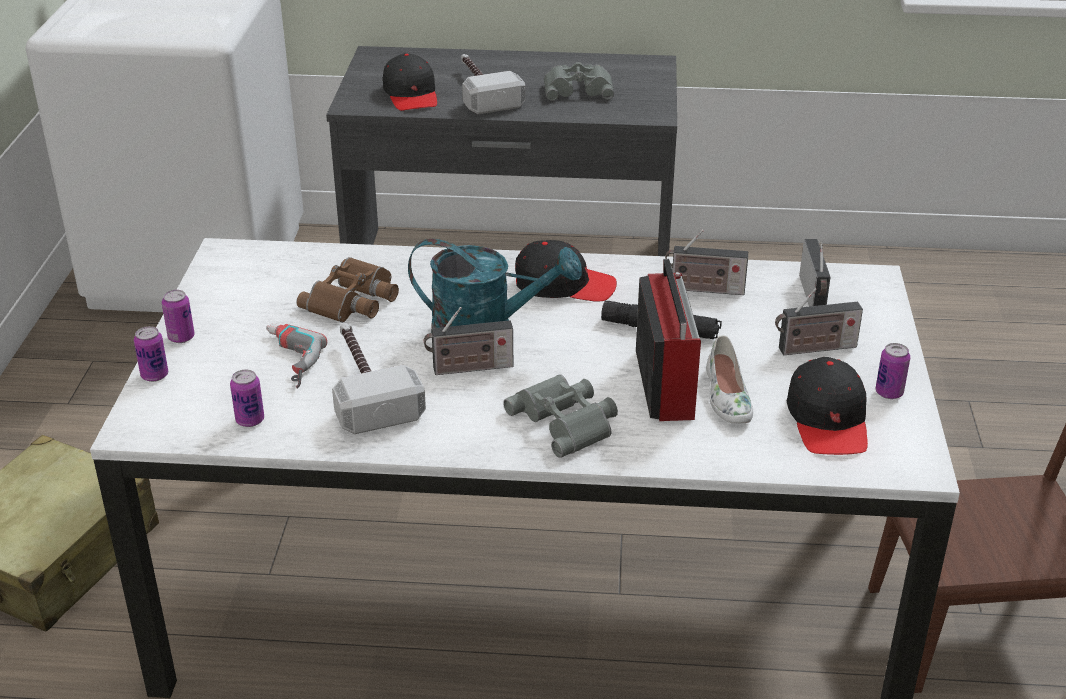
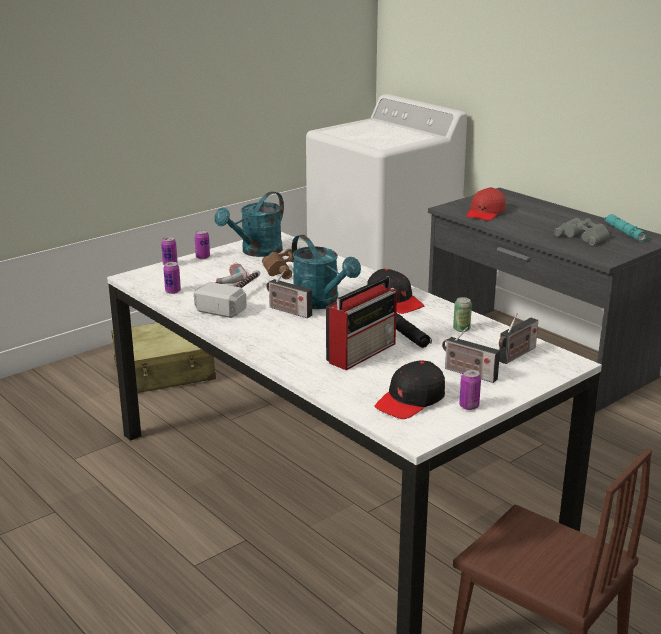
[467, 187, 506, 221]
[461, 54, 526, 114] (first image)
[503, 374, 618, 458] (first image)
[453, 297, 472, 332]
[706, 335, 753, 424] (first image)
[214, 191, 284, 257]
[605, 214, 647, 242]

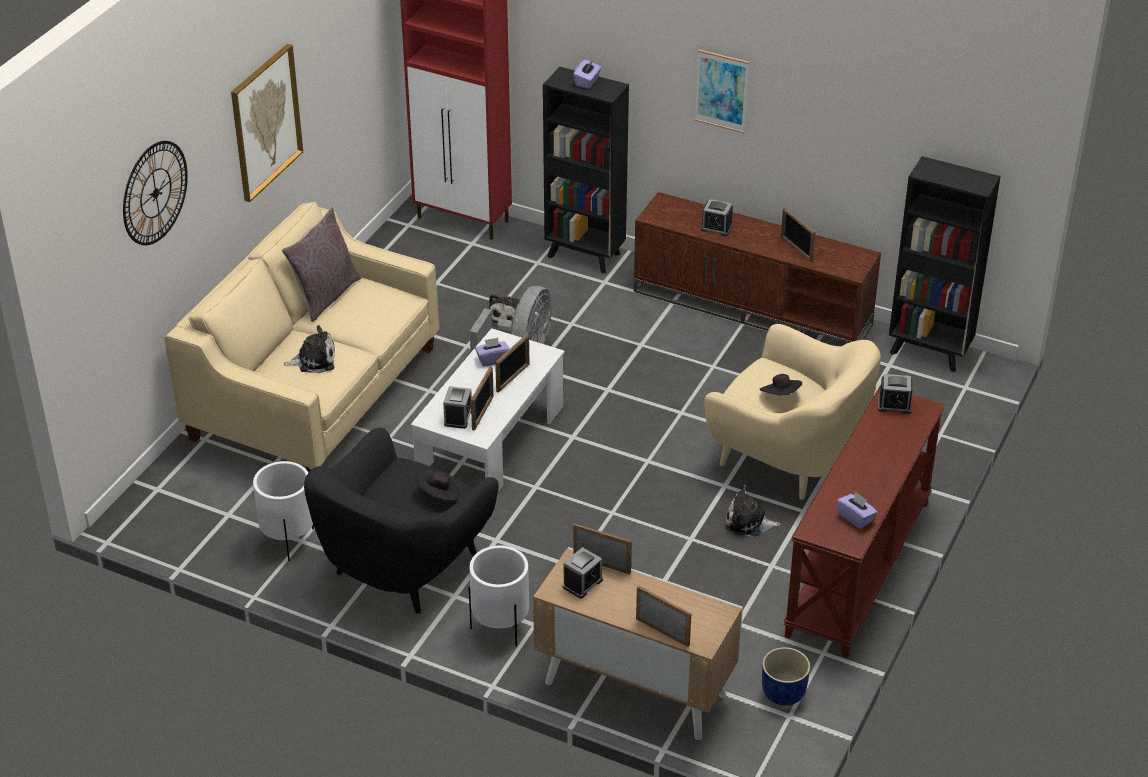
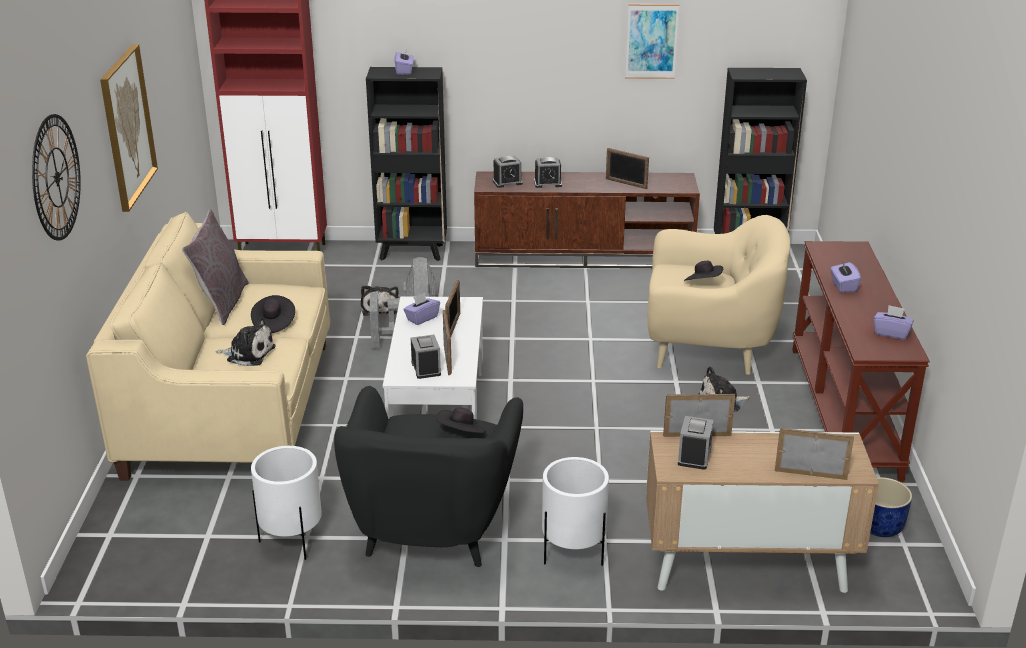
[216, 317, 275, 366]
[625, 4, 679, 79]
[493, 156, 523, 188]
[251, 295, 295, 333]
[830, 261, 861, 293]

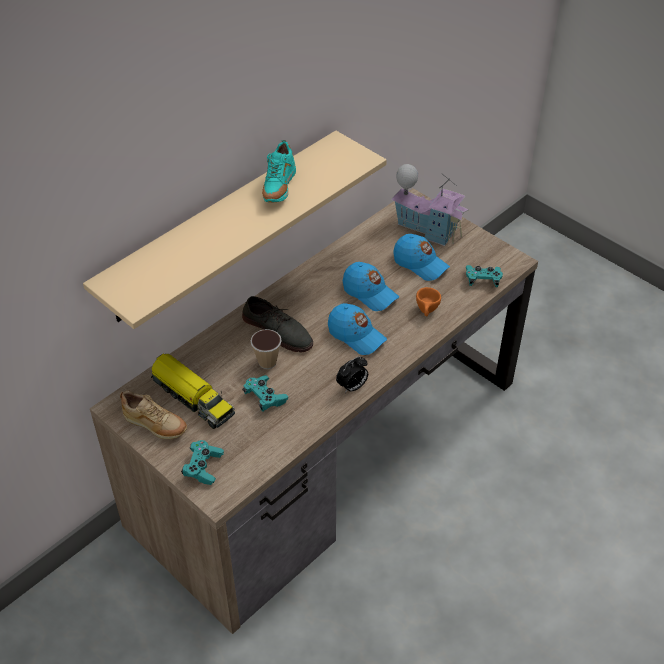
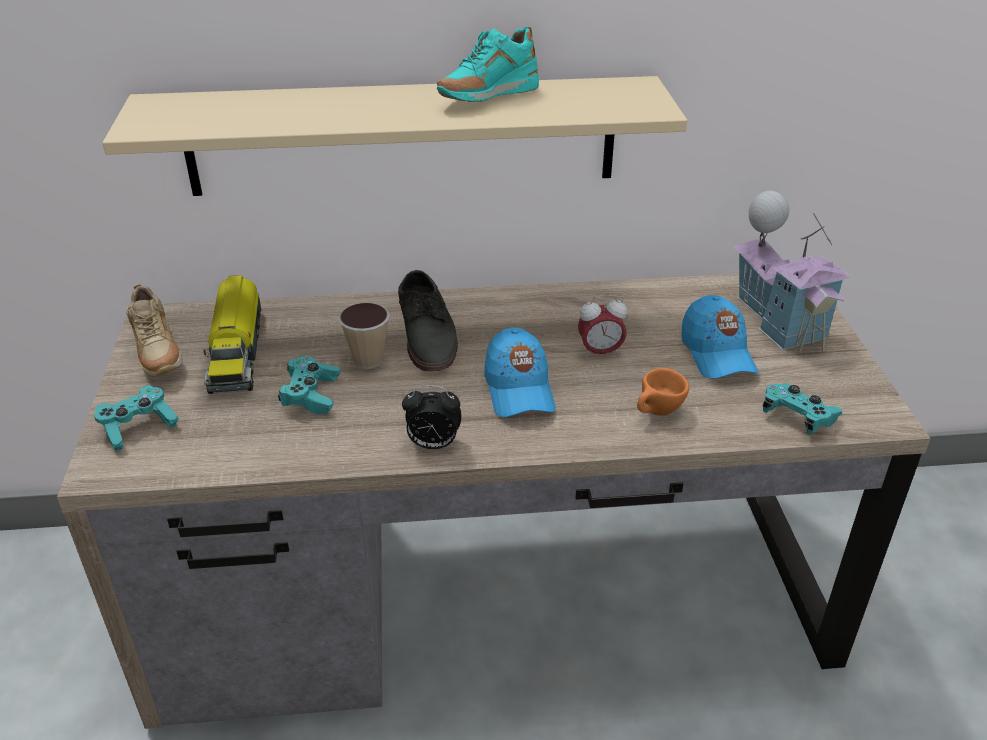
[578, 295, 627, 358]

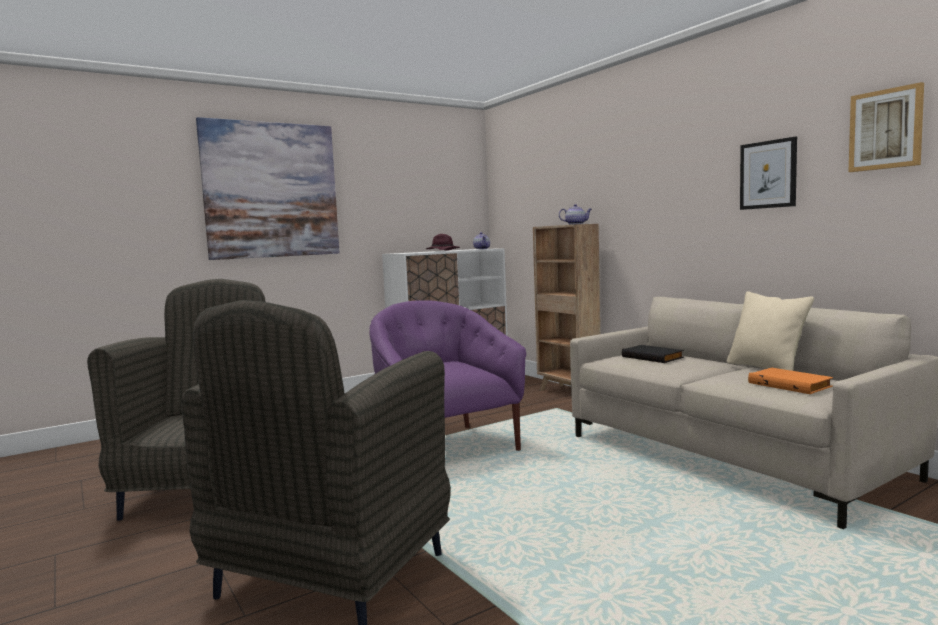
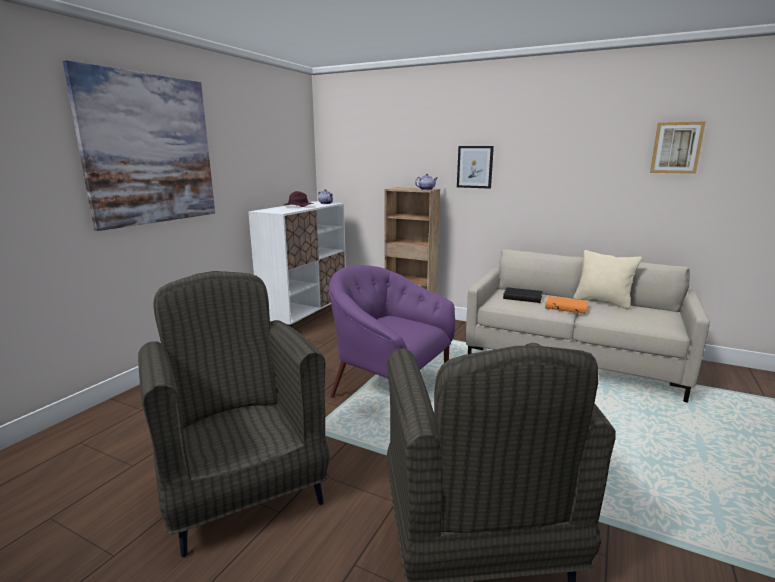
[457, 146, 494, 189]
[545, 296, 588, 314]

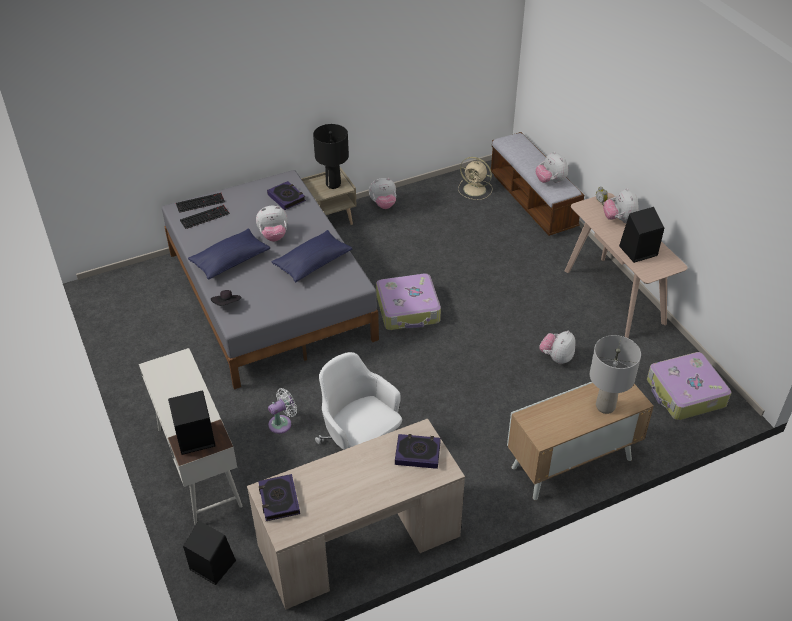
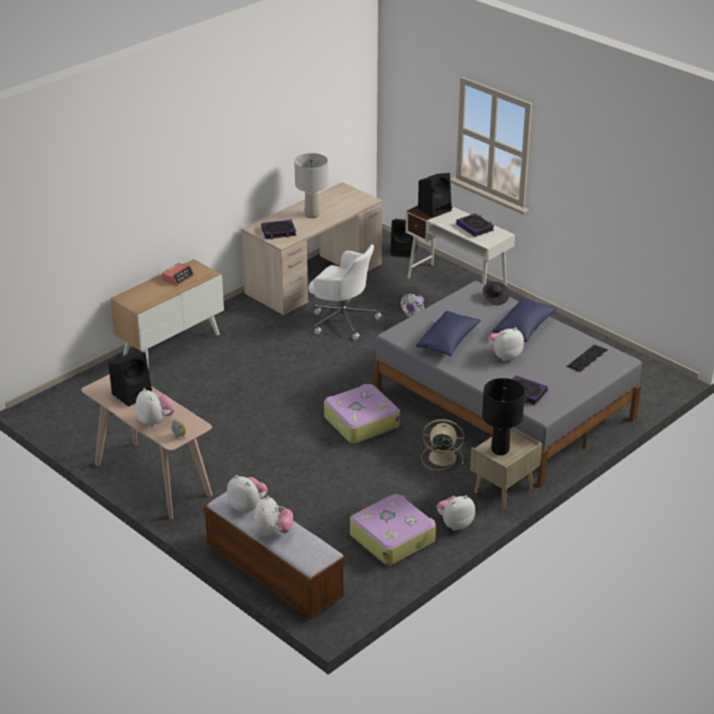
[176, 193, 225, 213] (first image)
[456, 213, 494, 237]
[421, 419, 464, 470]
[253, 495, 293, 537]
[294, 153, 328, 218]
[350, 494, 436, 565]
[162, 263, 194, 286]

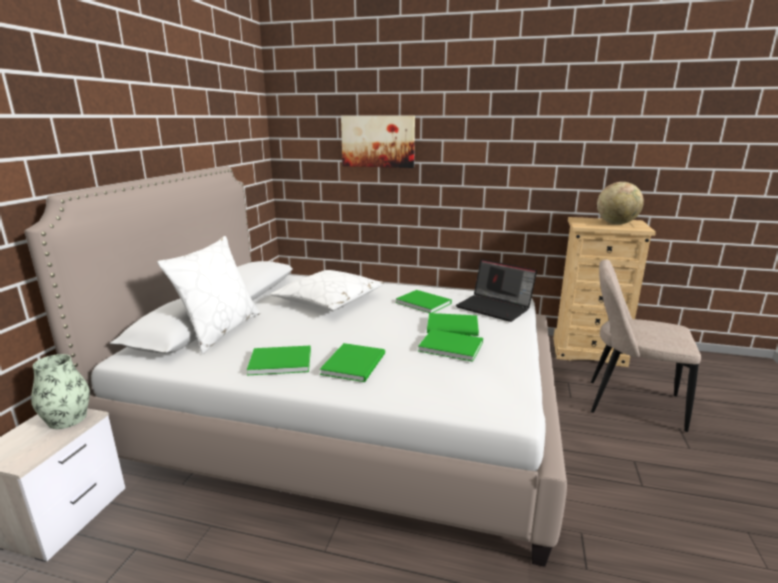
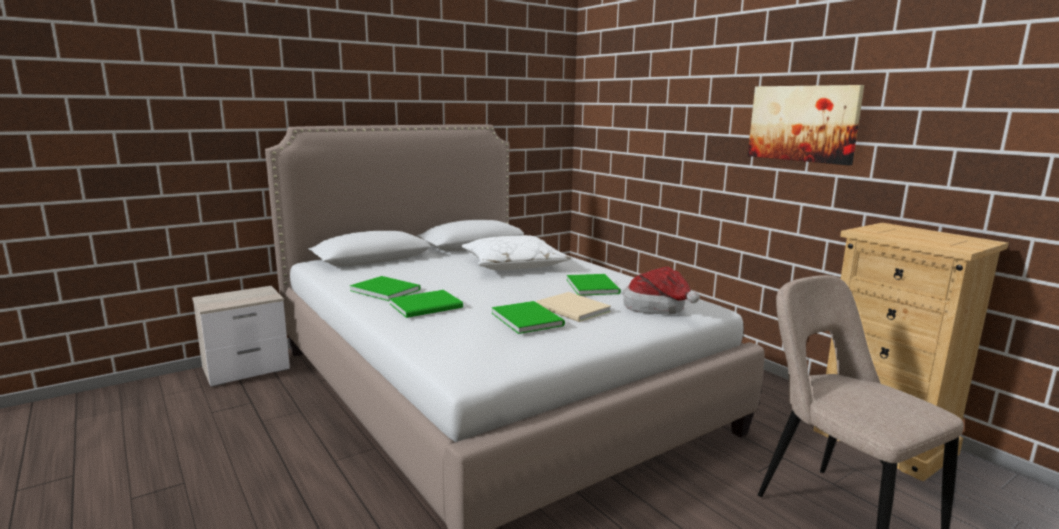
[31, 354, 90, 429] (first image)
[157, 236, 260, 354] (first image)
[748, 85, 864, 165]
[536, 292, 611, 322]
[623, 267, 700, 314]
[597, 182, 644, 224] (first image)

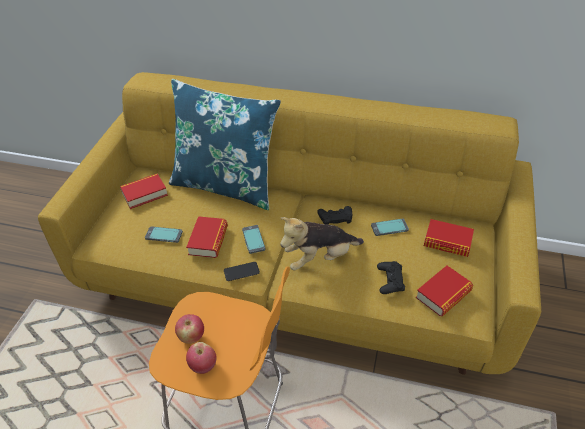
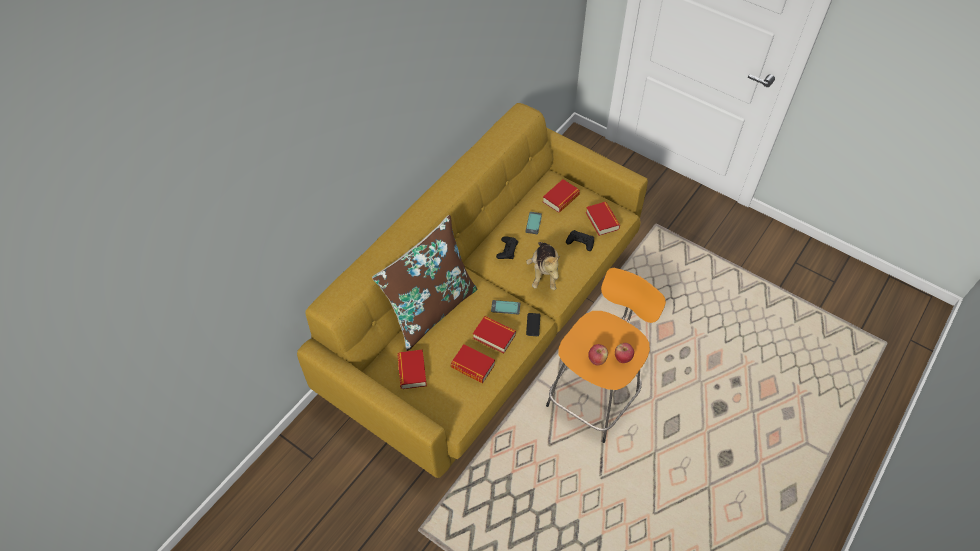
[451, 344, 495, 383]
[372, 215, 478, 351]

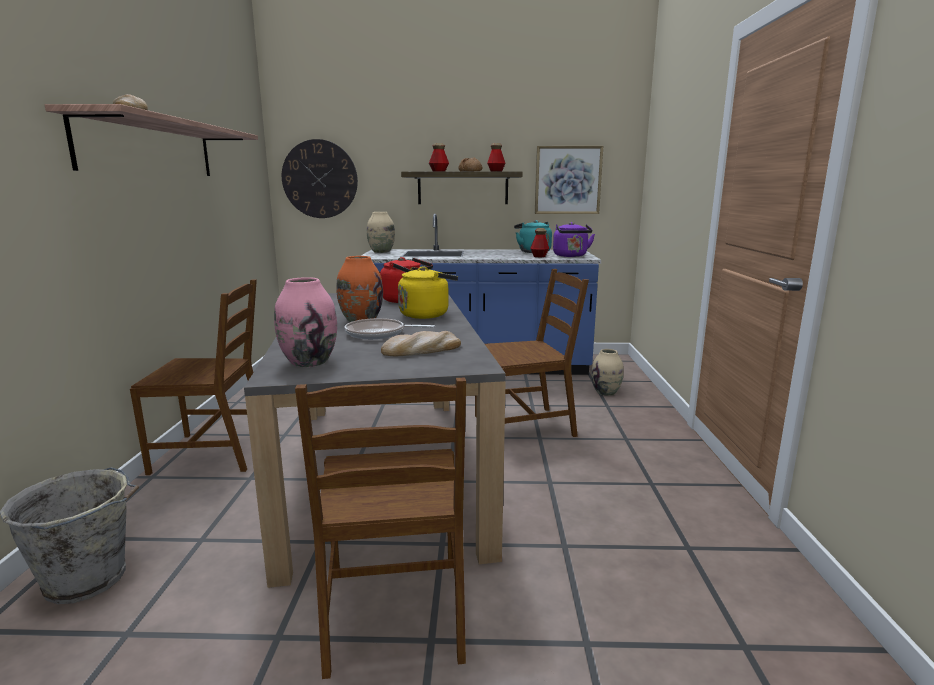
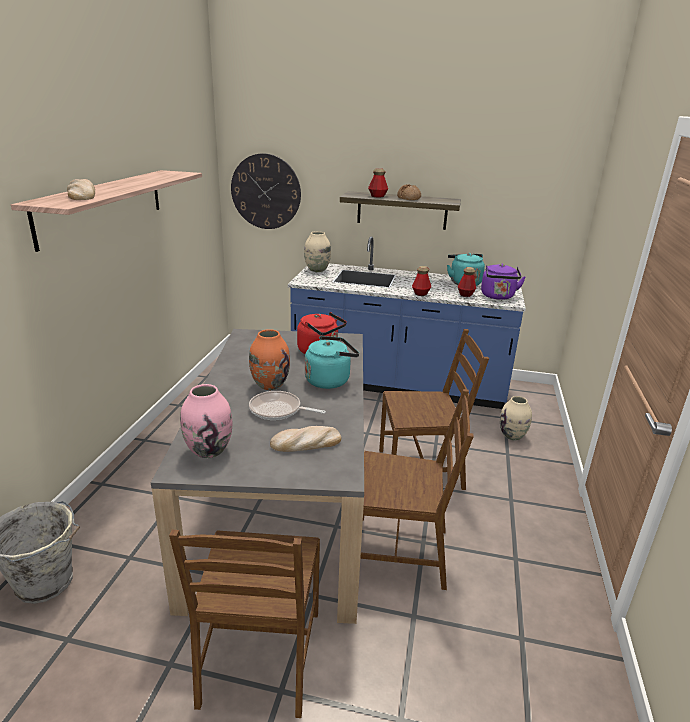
[360, 389, 474, 590]
[305, 336, 359, 389]
[412, 266, 431, 296]
[535, 146, 603, 214] (first image)

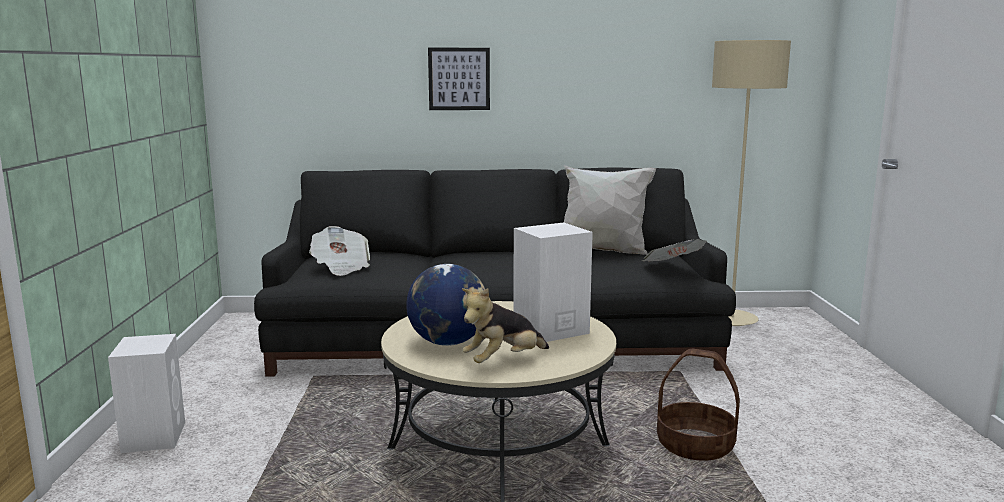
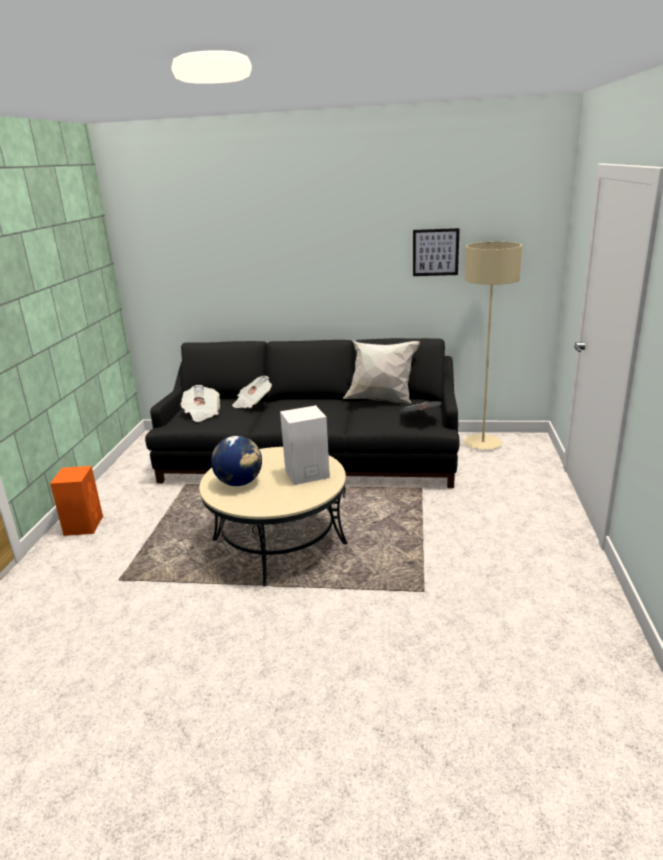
[50, 466, 103, 536]
[413, 228, 460, 276]
[462, 288, 549, 363] (first image)
[657, 349, 740, 461] (first image)
[232, 376, 272, 408]

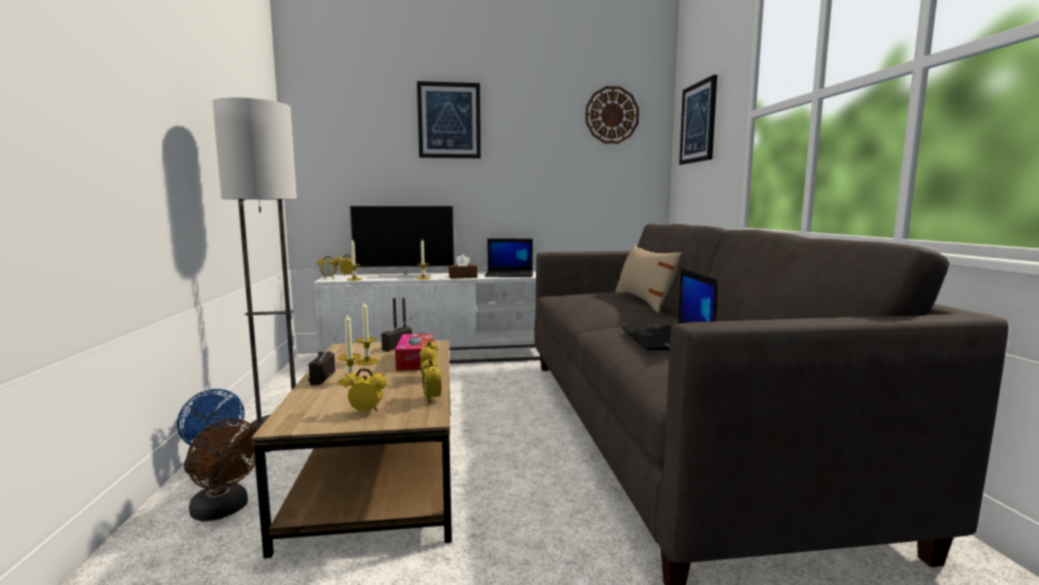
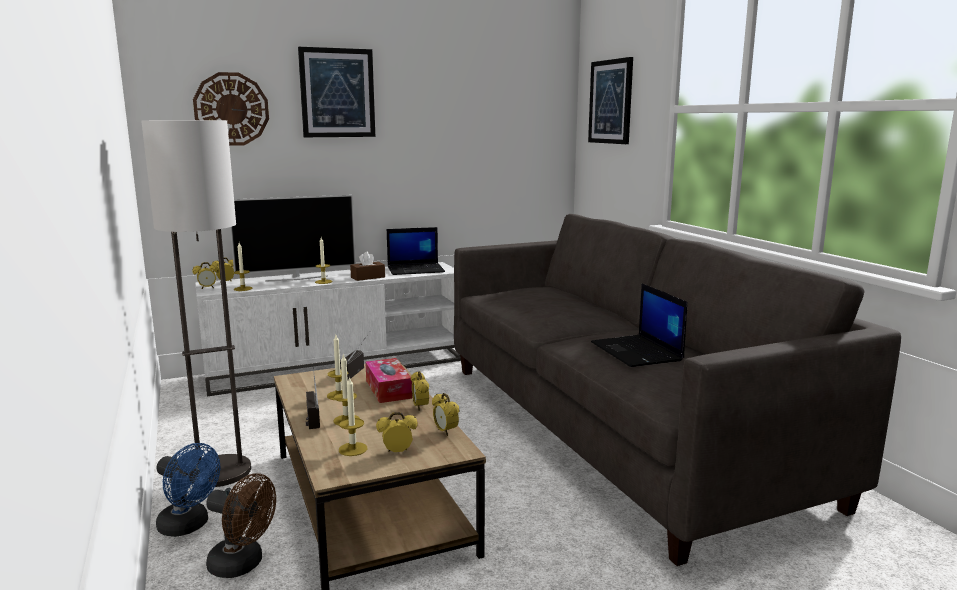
[193, 72, 269, 146]
[615, 245, 681, 312] (first image)
[339, 376, 367, 456]

